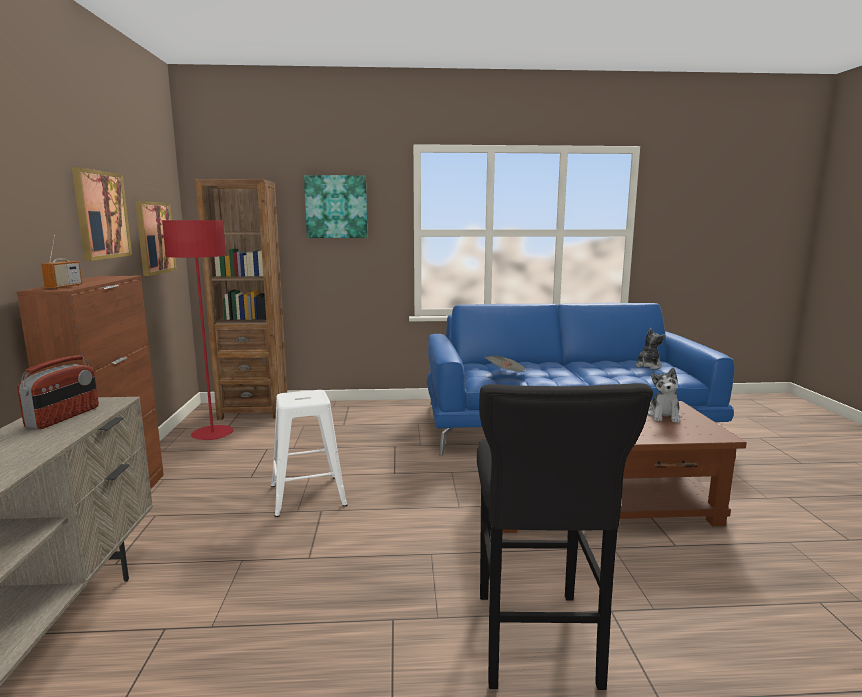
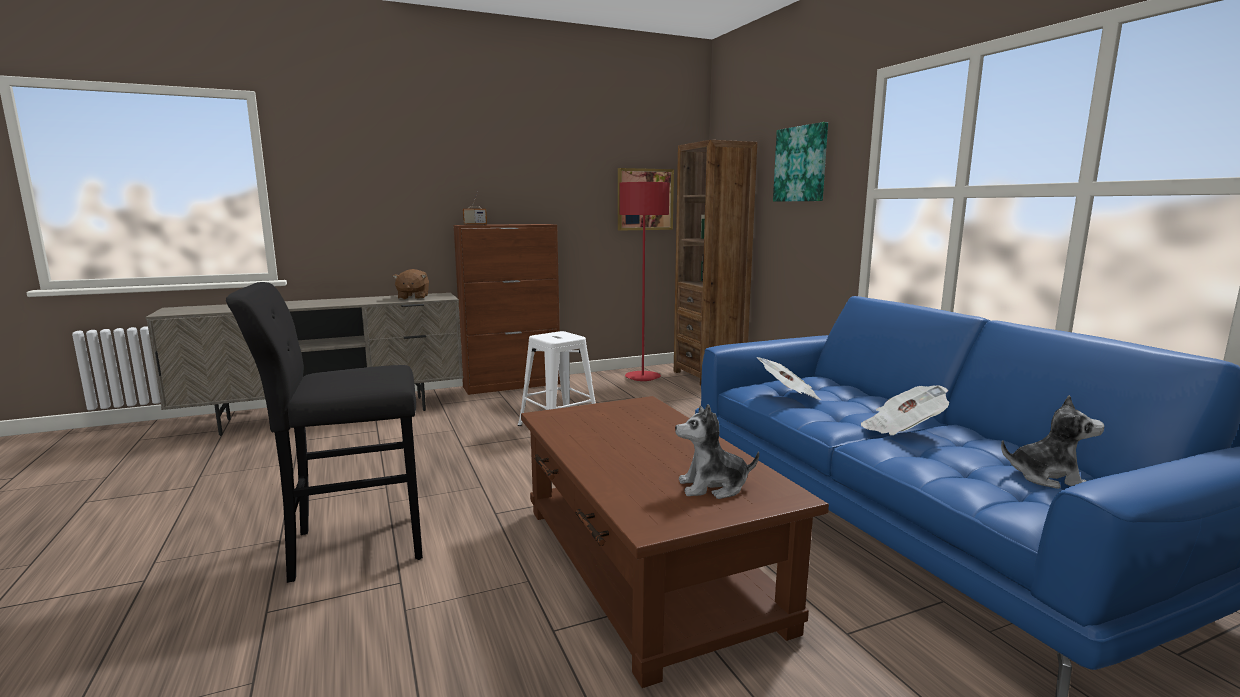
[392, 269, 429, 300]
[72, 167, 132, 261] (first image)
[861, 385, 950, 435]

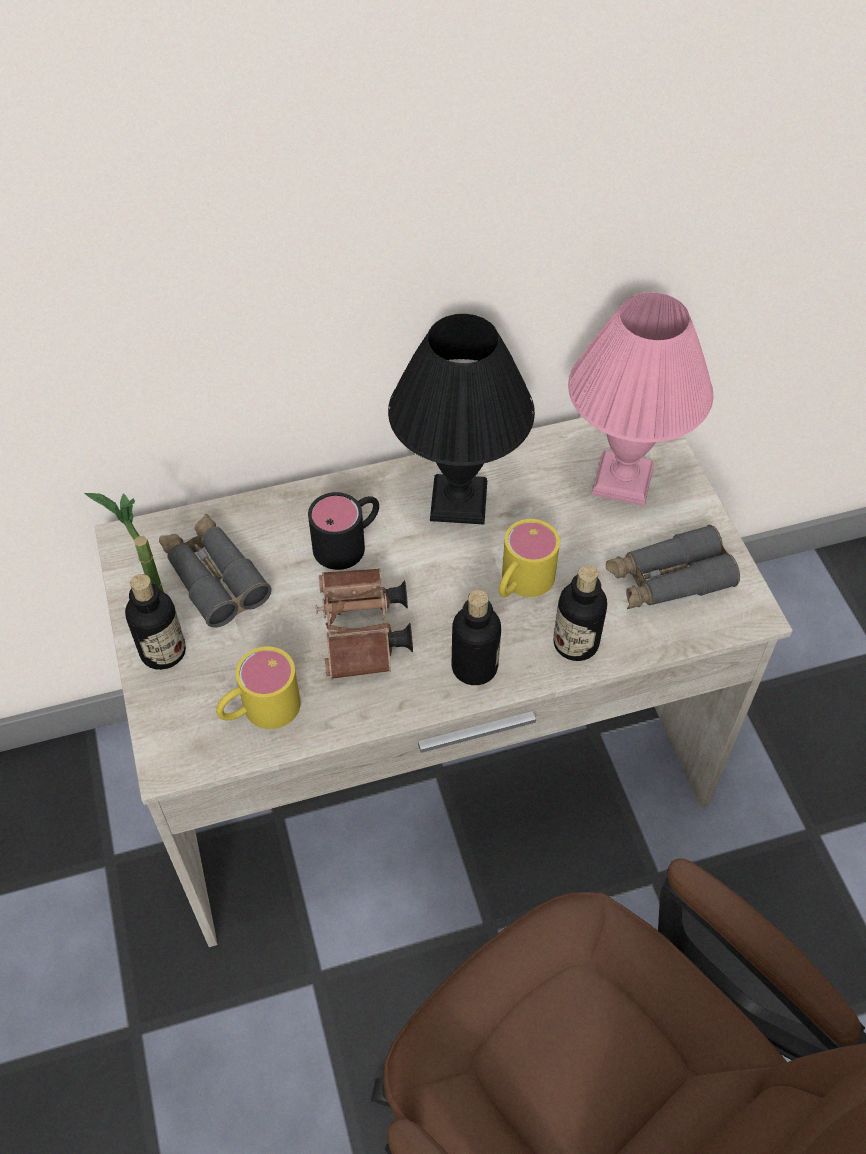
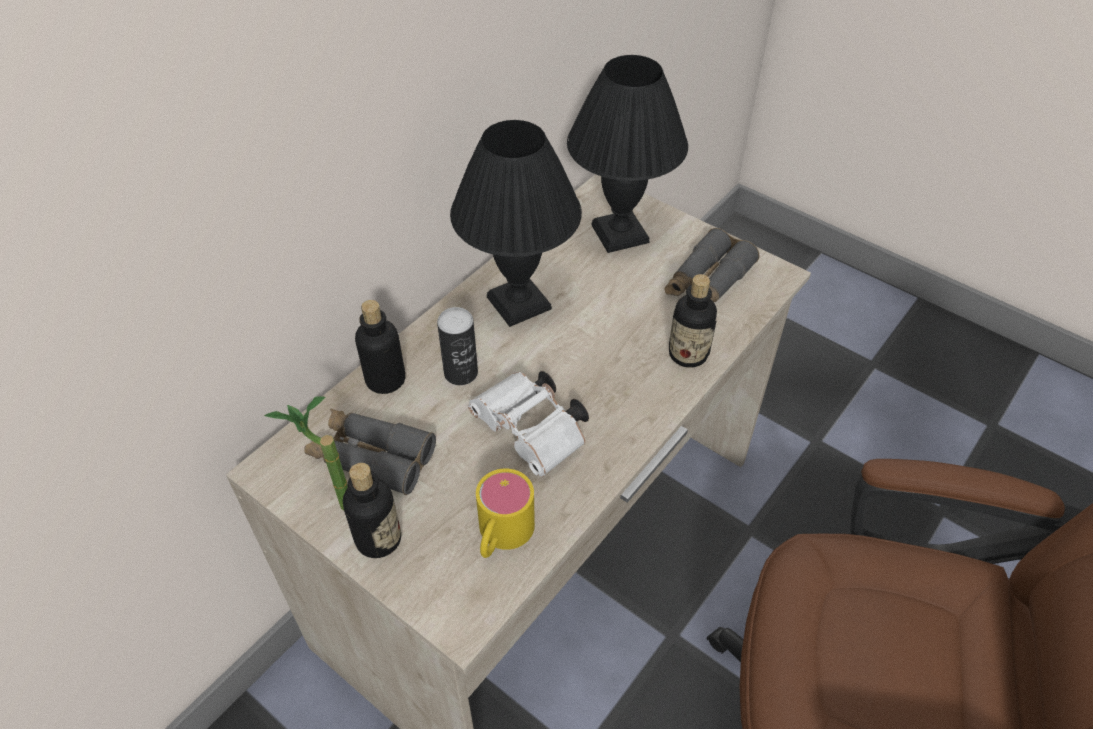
[437, 307, 478, 385]
[468, 371, 589, 477]
[355, 300, 405, 394]
[499, 519, 560, 598] (first image)
[567, 55, 688, 253]

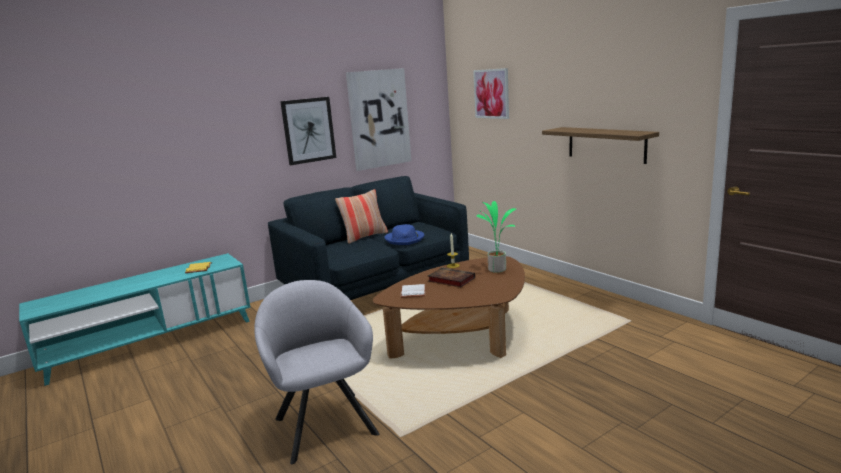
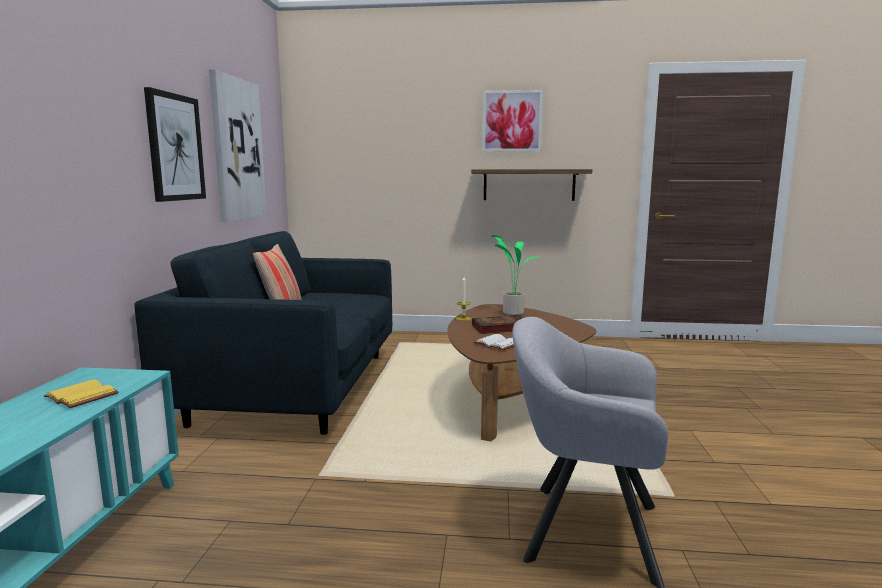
[384, 224, 424, 245] (first image)
[482, 90, 543, 152]

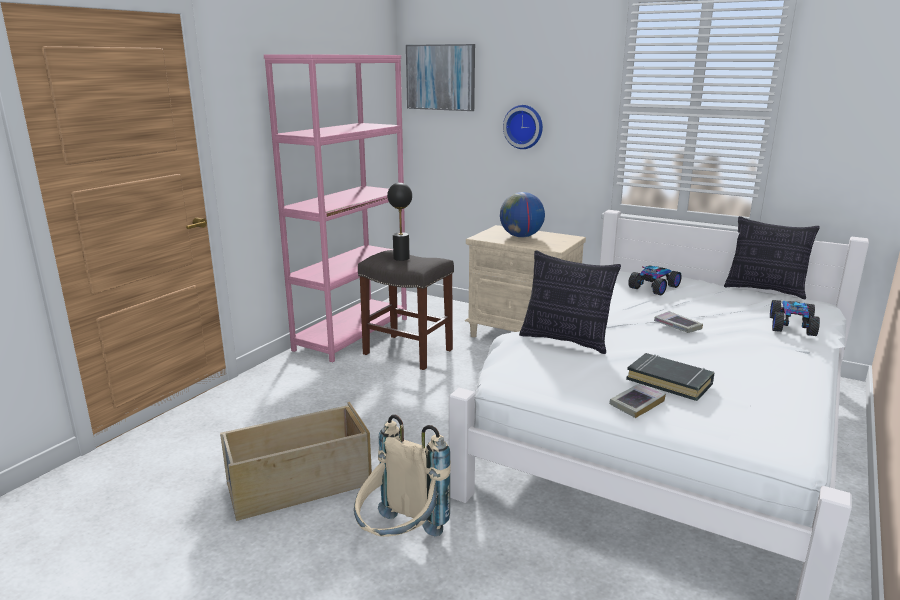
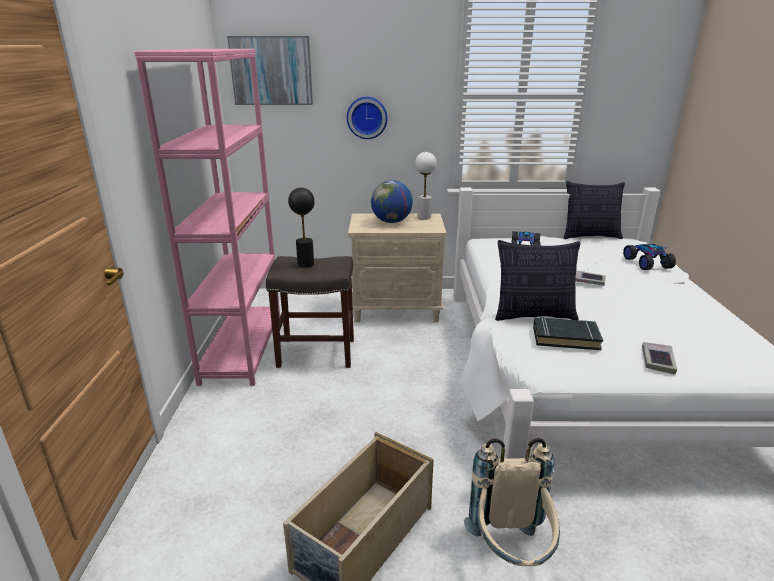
[533, 317, 603, 350]
[415, 152, 437, 220]

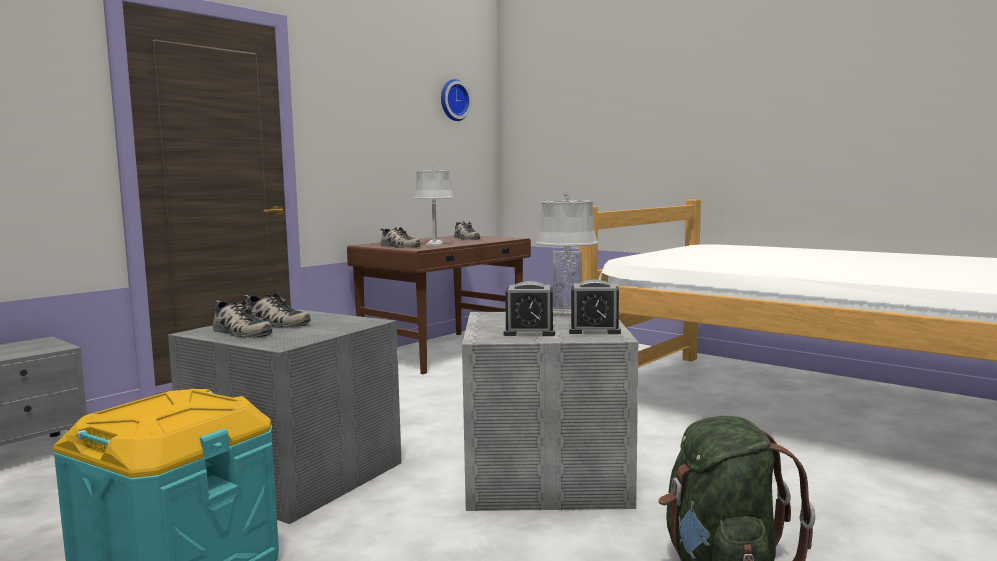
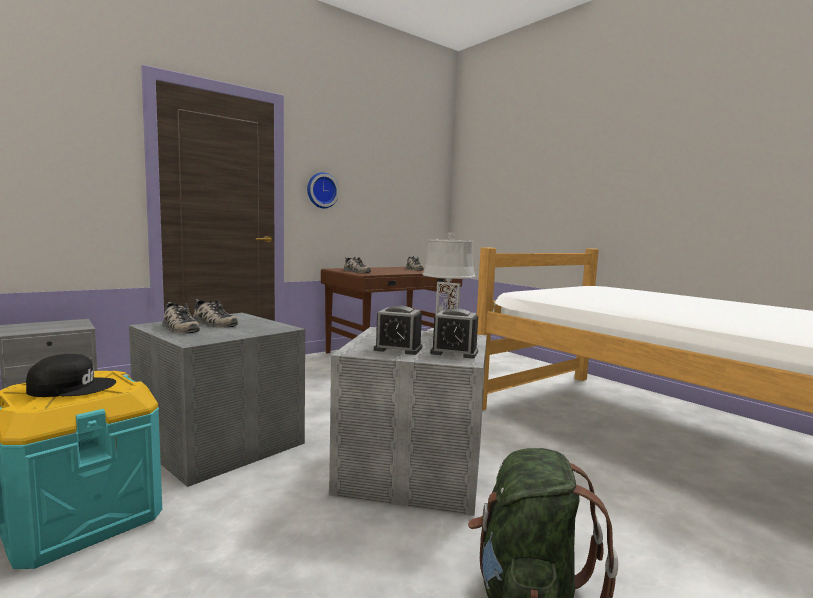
[414, 165, 454, 246] (first image)
[307, 172, 339, 209]
[26, 354, 116, 397]

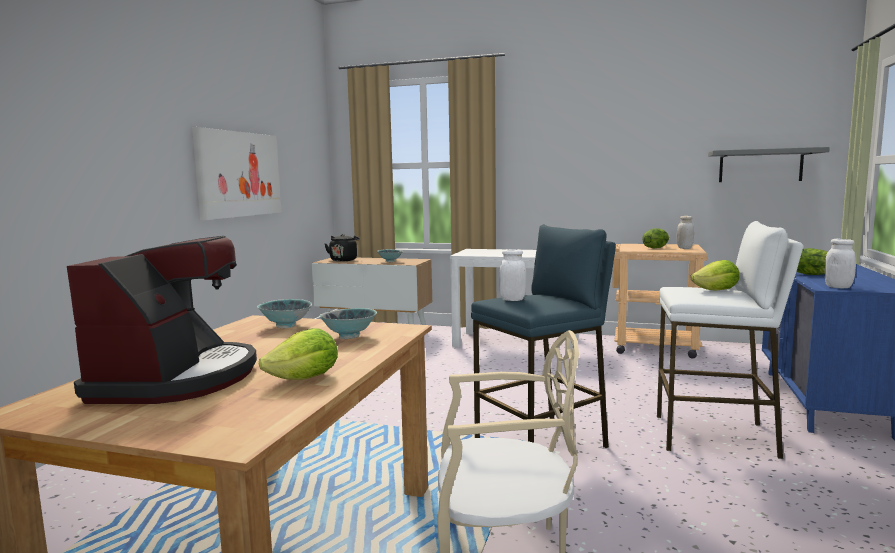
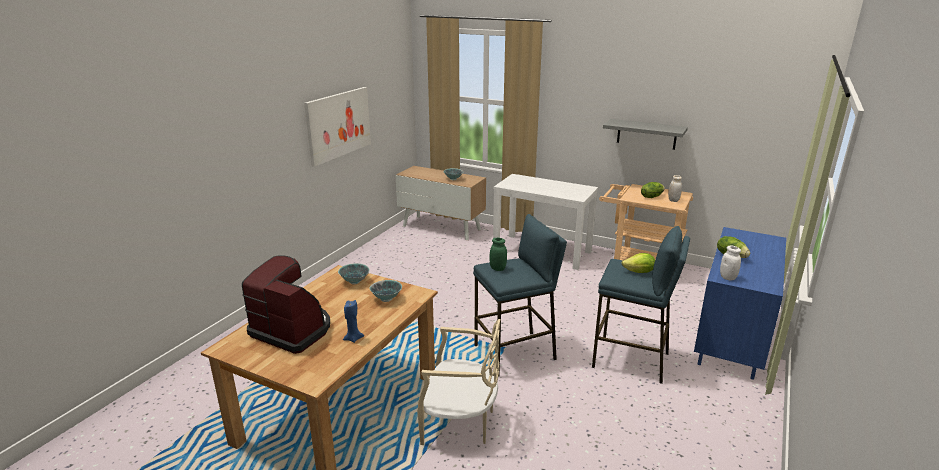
[242, 256, 330, 354]
[343, 300, 364, 343]
[324, 234, 360, 261] (first image)
[490, 238, 507, 271]
[592, 226, 690, 384]
[603, 119, 688, 150]

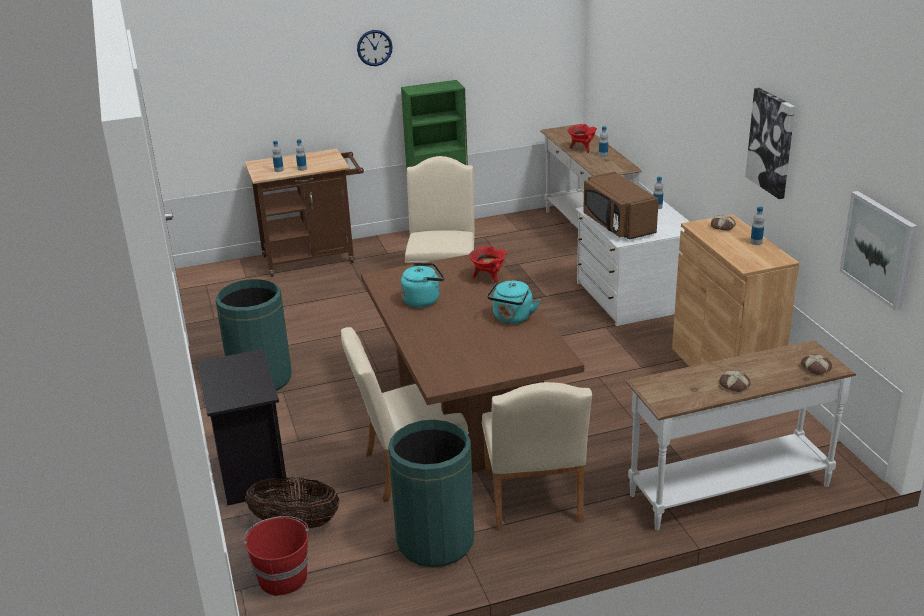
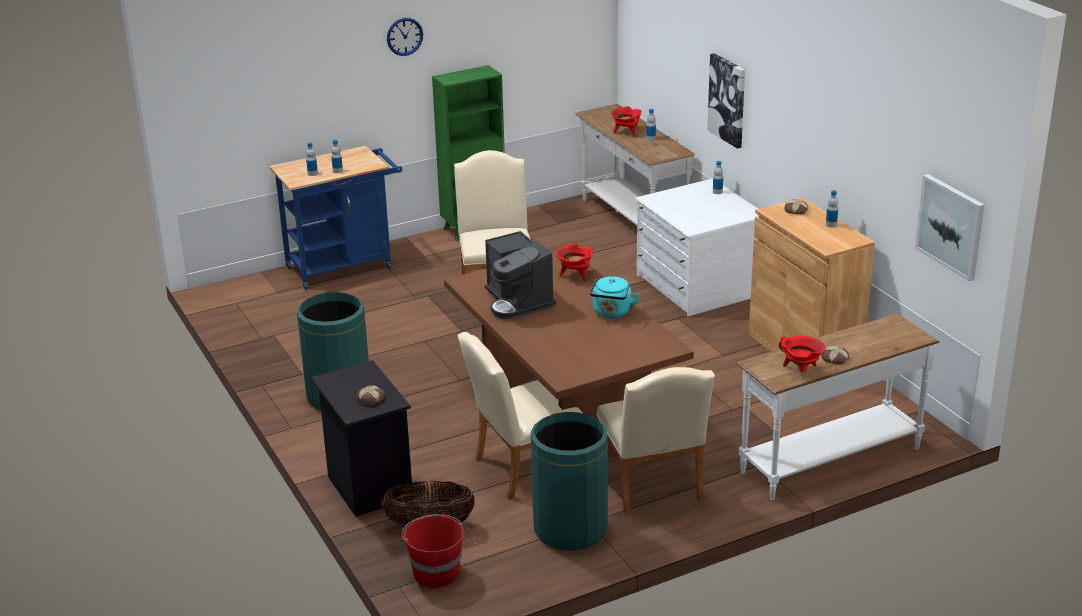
[269, 146, 402, 290]
[485, 231, 556, 319]
[583, 171, 659, 240] (first image)
[707, 53, 745, 149]
[357, 385, 385, 405]
[779, 336, 826, 372]

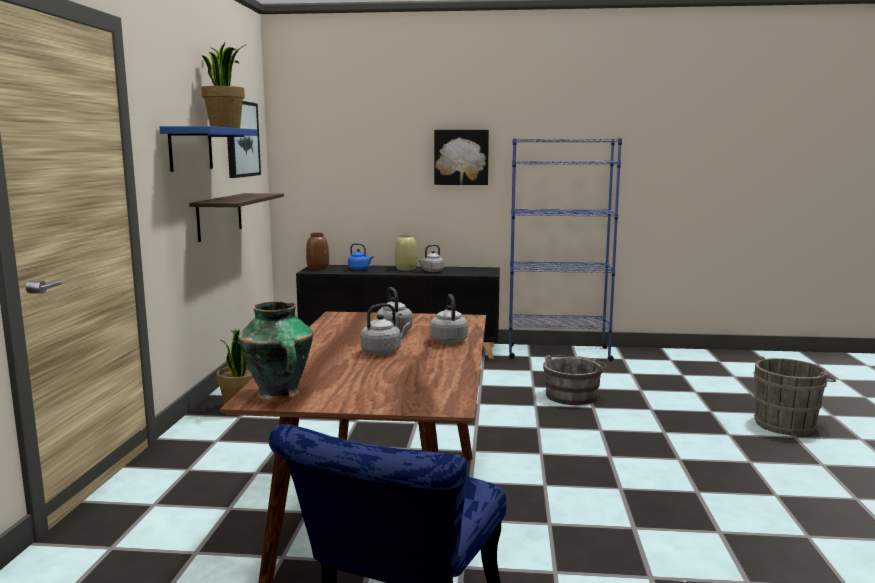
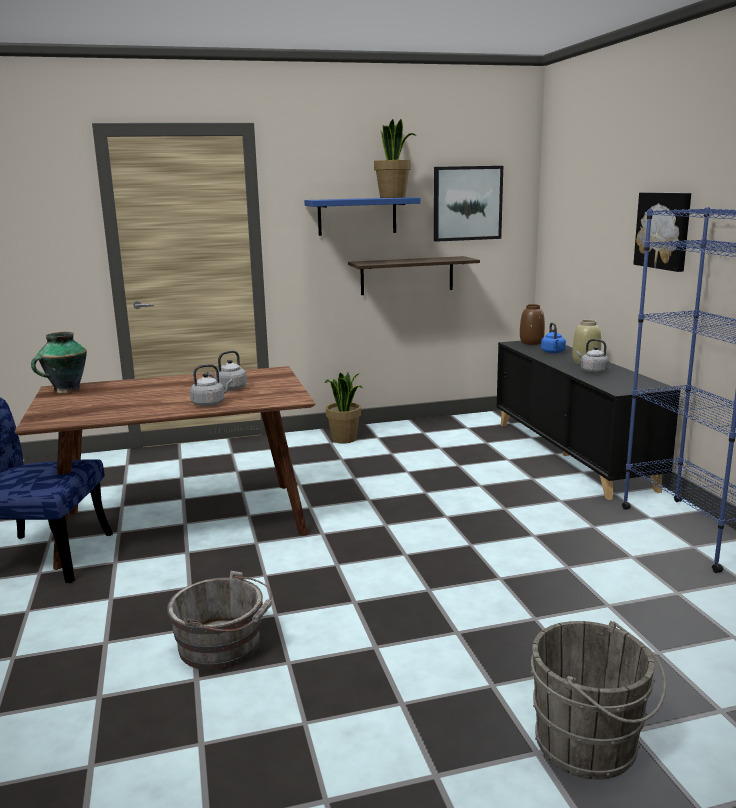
[361, 303, 411, 355] (first image)
[167, 571, 272, 670]

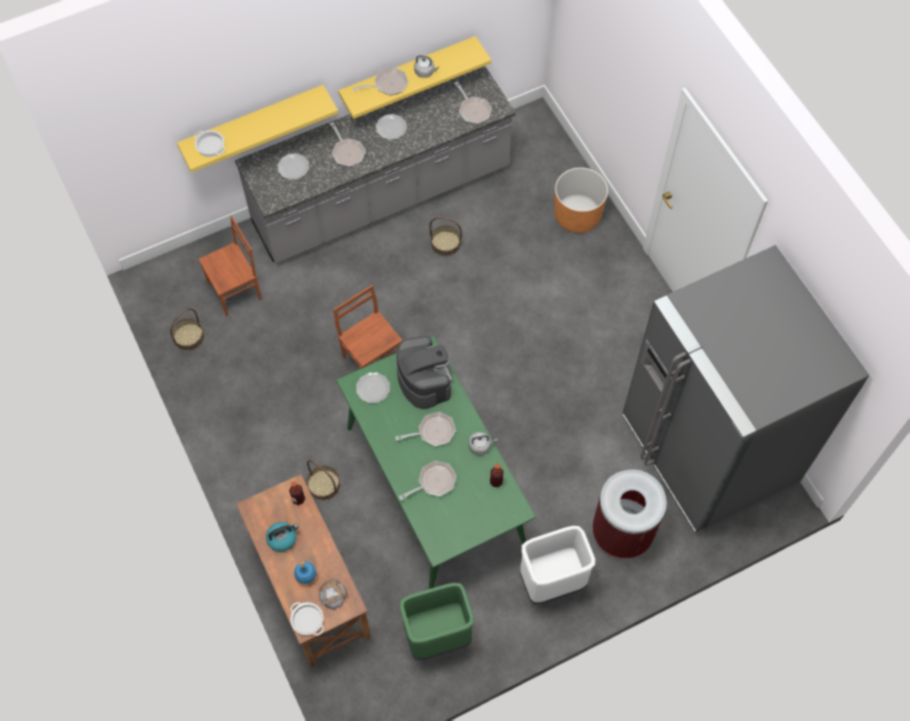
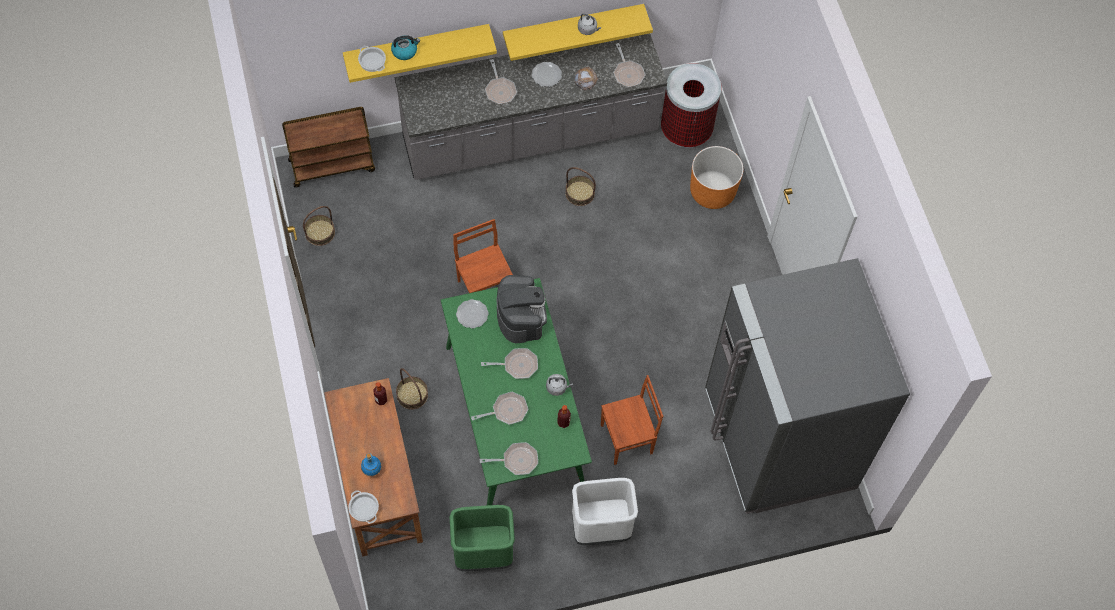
[601, 375, 663, 465]
[391, 35, 420, 60]
[278, 153, 309, 180] (first image)
[574, 67, 598, 90]
[480, 442, 538, 475]
[661, 63, 722, 148]
[282, 107, 375, 188]

